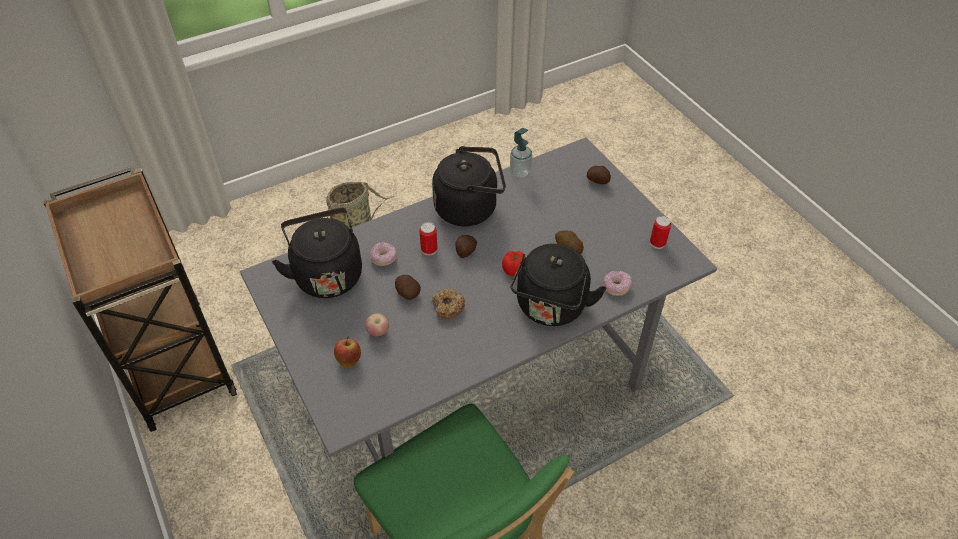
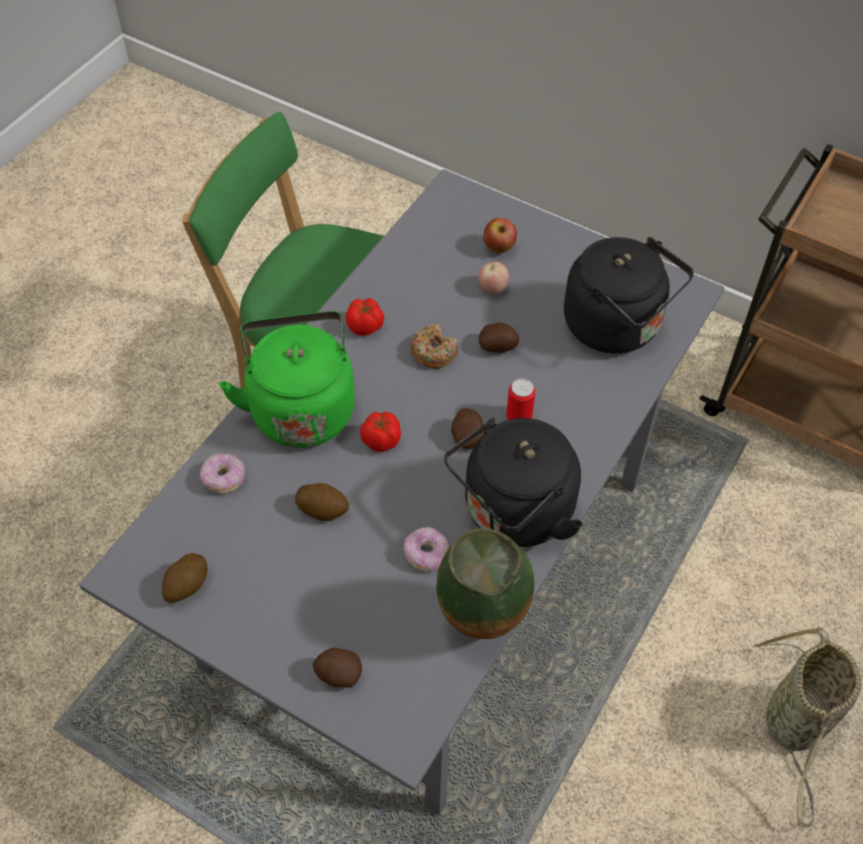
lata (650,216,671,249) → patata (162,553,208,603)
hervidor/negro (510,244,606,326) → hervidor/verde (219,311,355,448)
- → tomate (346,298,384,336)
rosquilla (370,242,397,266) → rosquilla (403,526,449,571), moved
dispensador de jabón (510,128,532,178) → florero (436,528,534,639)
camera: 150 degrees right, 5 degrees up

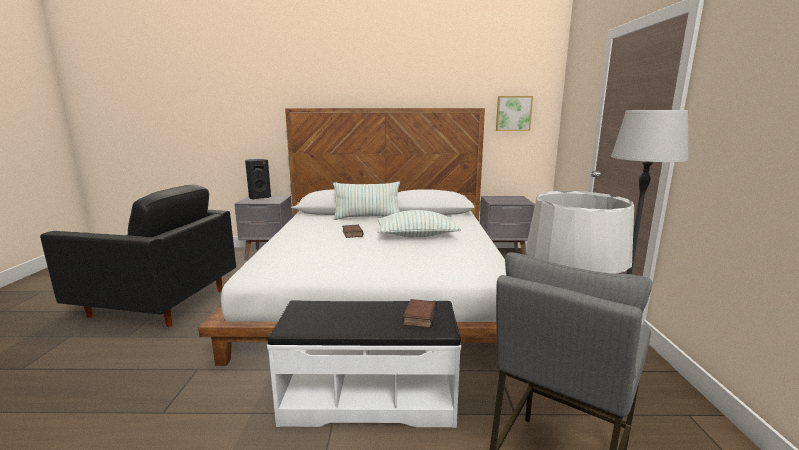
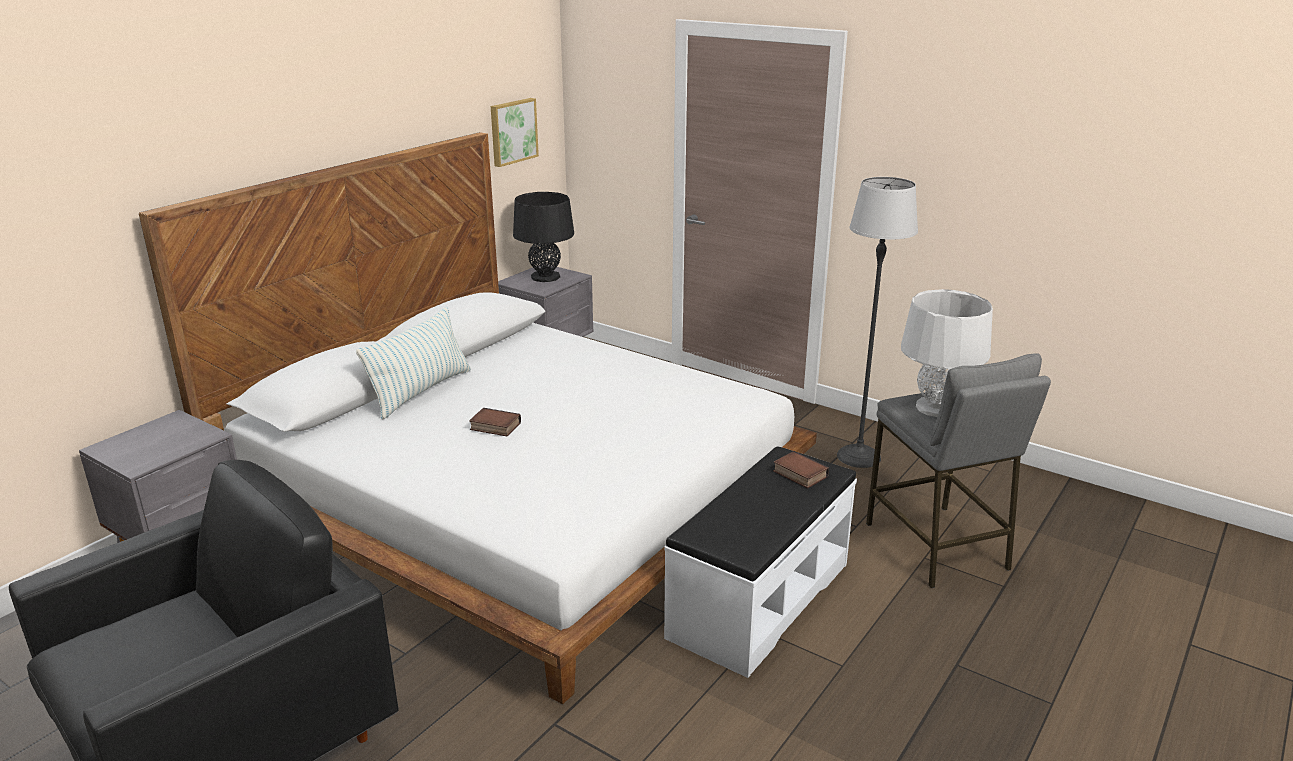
- → lámpara de mesa/negro (513,192,574,282)
altavoz/negro (245,159,271,200) → -
cojín (377,210,461,237) → -
camera: 55 degrees left, 10 degrees up

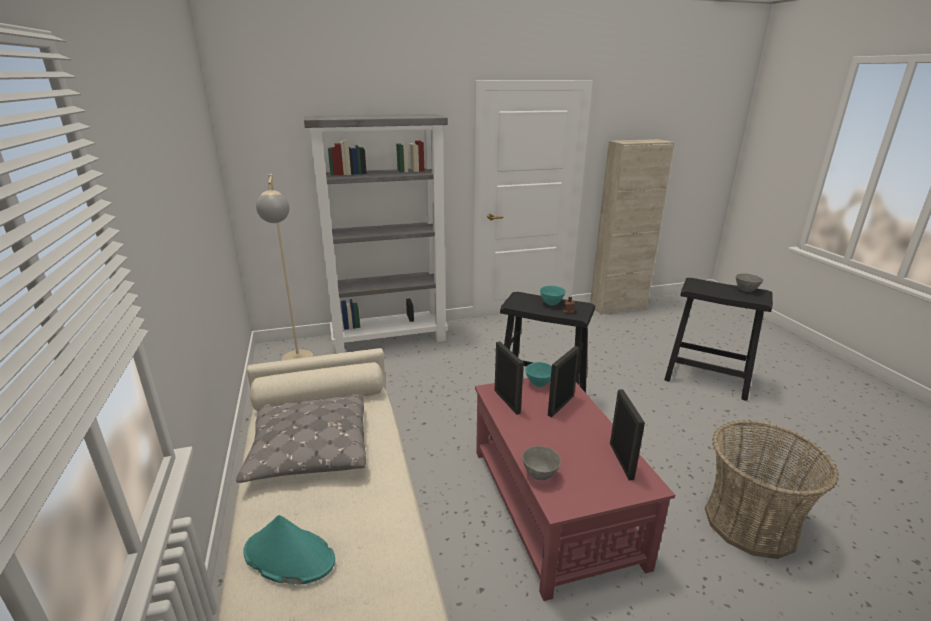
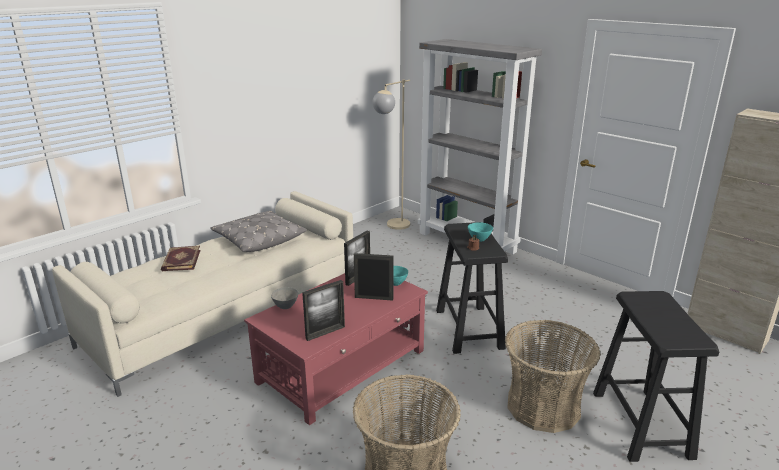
sombrero/turquesa (244,515,335,584) → libro (161,246,201,271)
- → cesta (505,320,601,433)
cuenco/gris (736,273,763,292) → -
camera: 60 degrees right, 0 degrees up

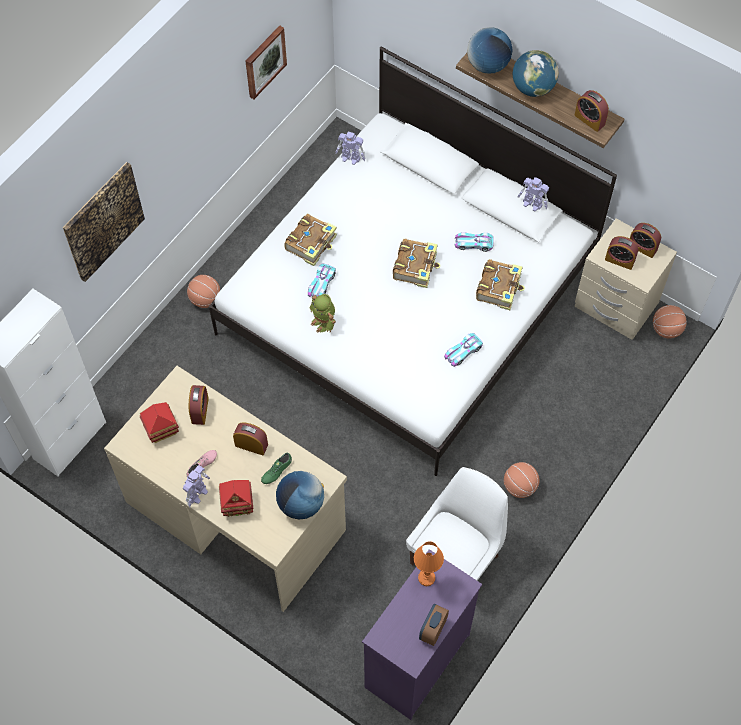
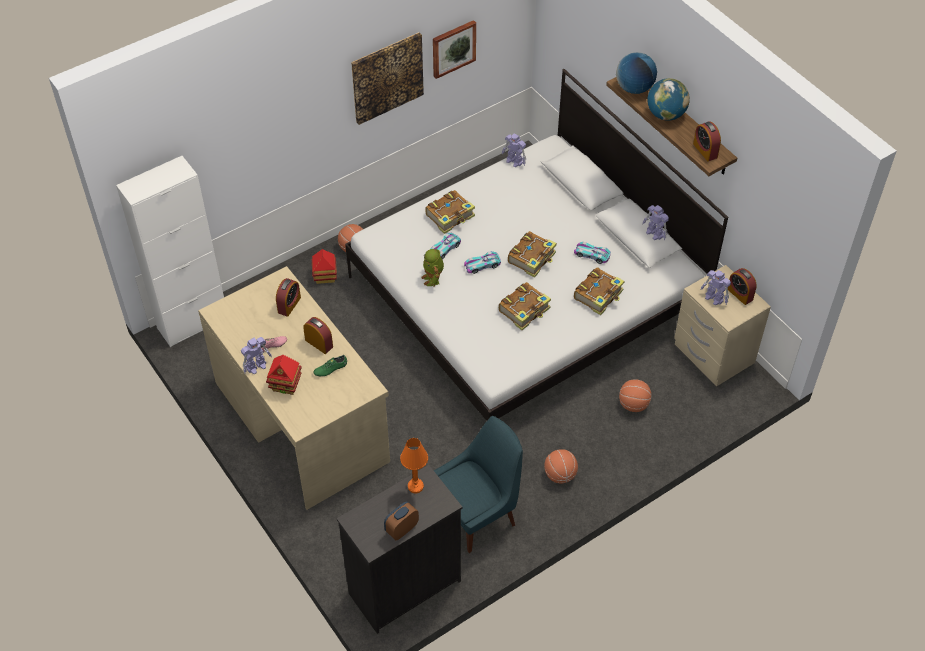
casita (140,402,179,443) → casita (312,249,337,284), moved
cómoda/morado (362,549,482,720) → cómoda/negro (336,465,462,634)
cuadro (63,162,145,282) → cuadro (351,32,424,125), moved
silla/blanco (406,467,508,581) → silla/azul (434,416,523,553)
coche de juguete (444,333,483,367) → coche de juguete (464,251,501,274), moved
- → libro (499,282,551,330)
balón de baloncesto (653,305,687,338) → balón de baloncesto (619,379,652,412), moved
despertador (605,236,639,270) → robot de juguete (700,270,731,305)
globo terráqueo (276,471,324,519) → -
camera: 20 degrees right, 10 degrees down

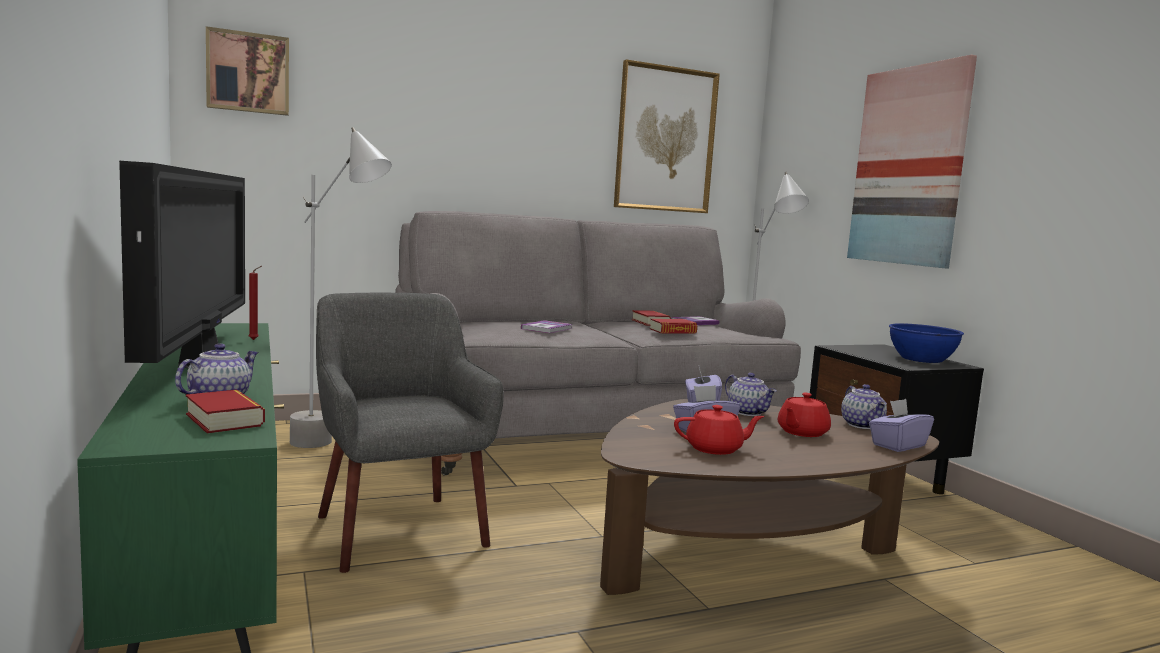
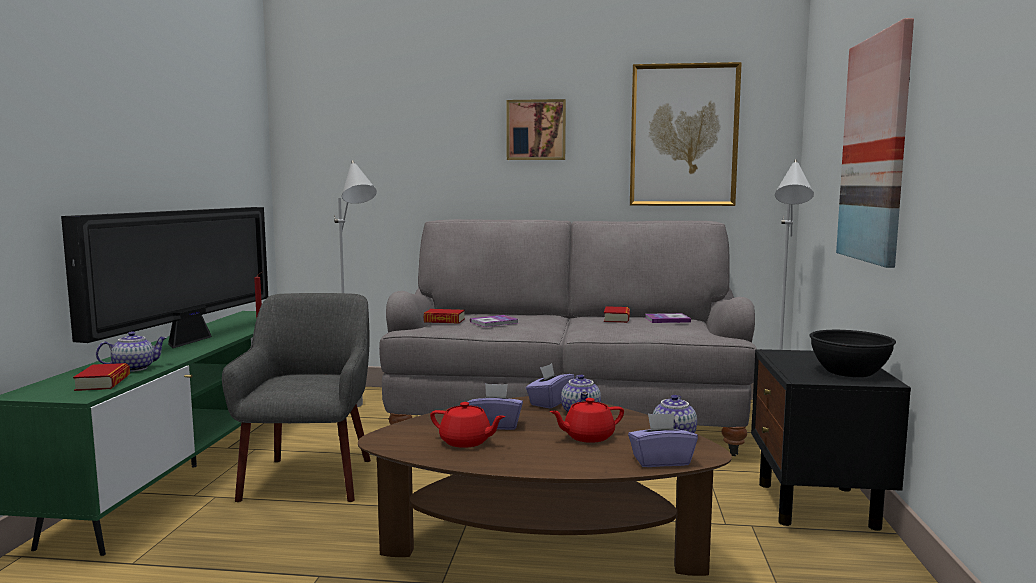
libro (650,319,697,334) → libro (424,309,465,324), moved
cuadro (206,26,289,116) → cuadro (506,99,566,160), moved
cuenco/azul (889,323,964,363) → cuenco/negro (810,330,896,377)
camera: 30 degrees right, 0 degrees up

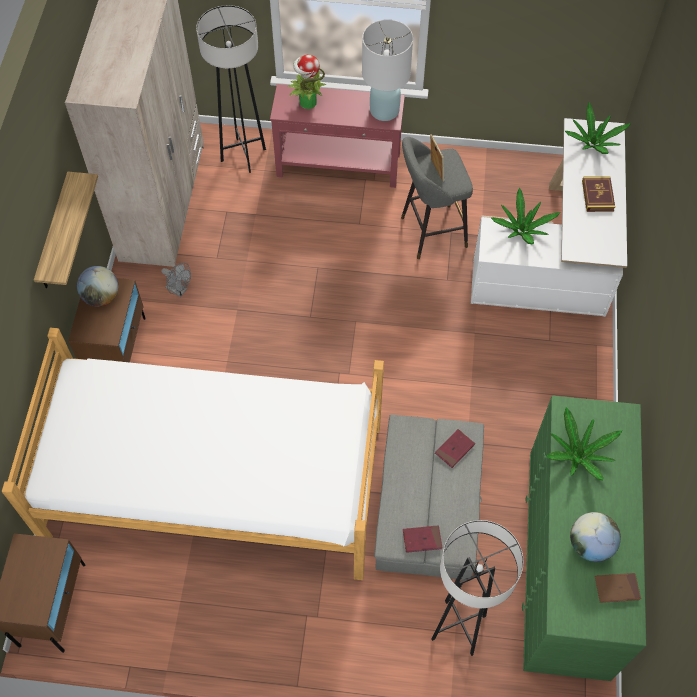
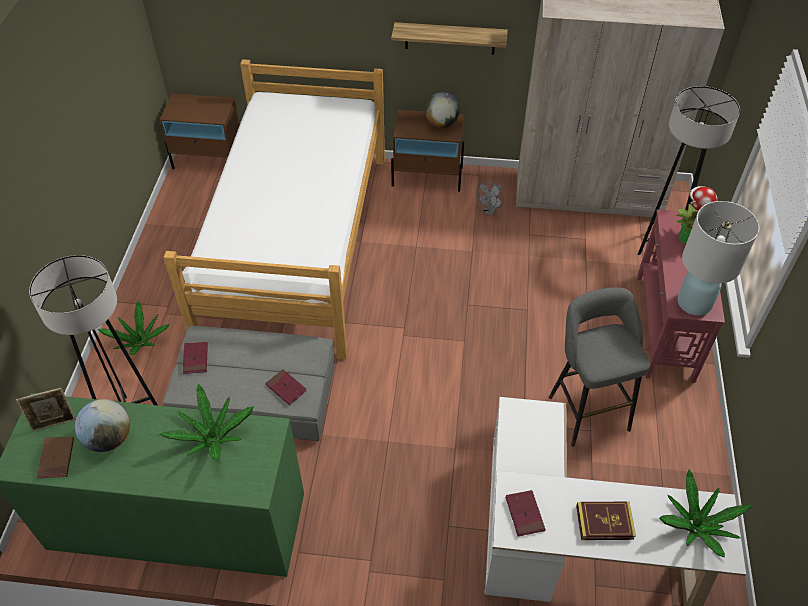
portarretratos (430,134,444,182) → portarretratos (16,388,76,431), moved
planta en maceta (491,187,561,244) → planta en maceta (98,301,170,355), moved
- → libro/rojo (505,490,546,536)
camera: 90 degrees right, 10 degrees down

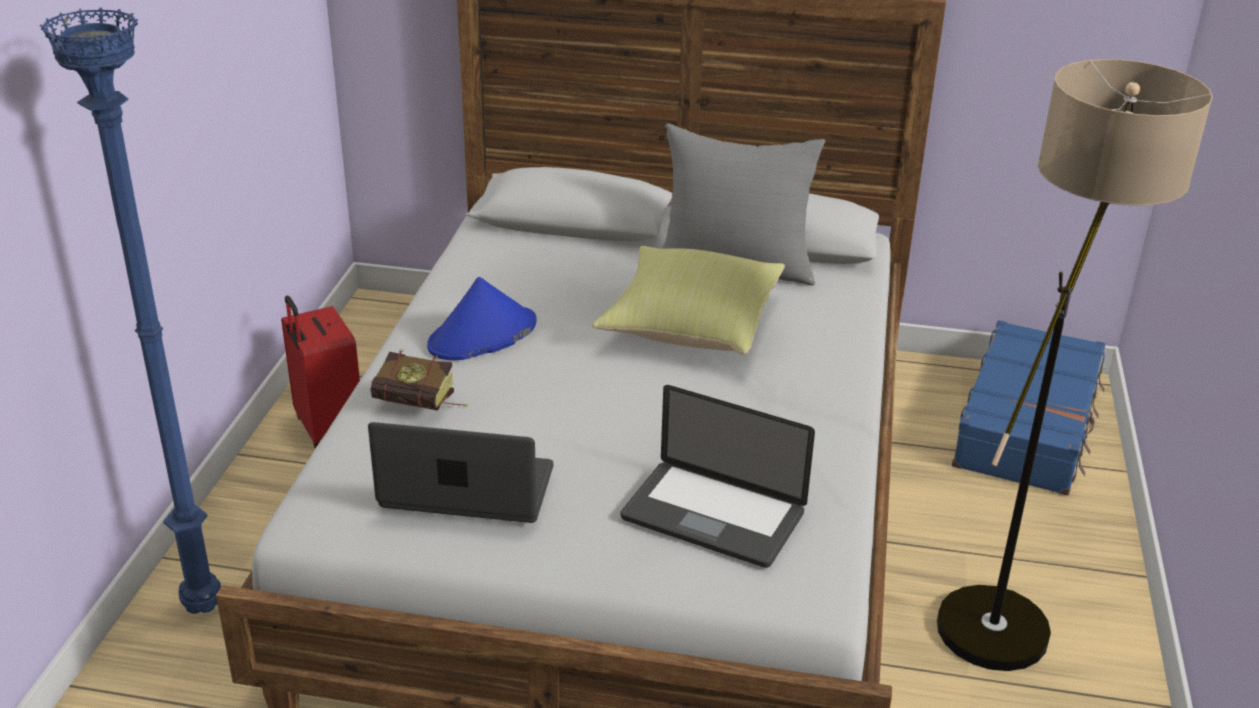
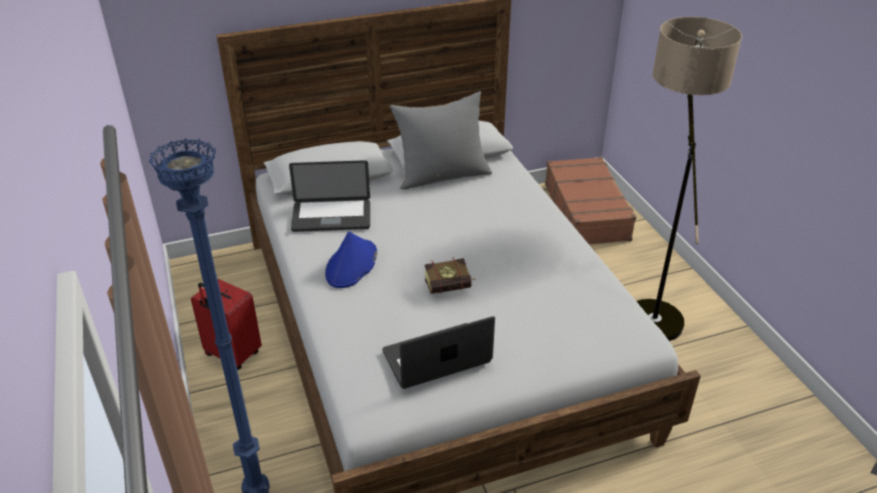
portátil (621,385,815,568) → portátil (289,160,370,232), moved
libro (370,349,468,411) → libro (425,257,476,294), moved
maleta/azul (952,320,1105,495) → maleta/marrón (545,157,636,244)
cojín/amarillo (592,246,785,355) → -
camera: 30 degrees left, 5 degrees up

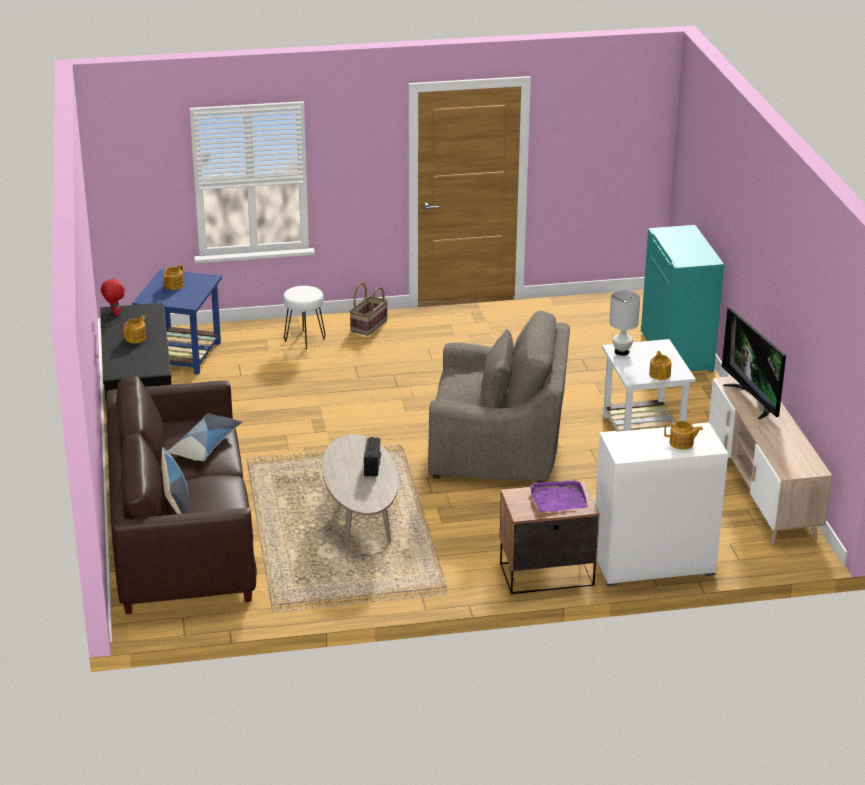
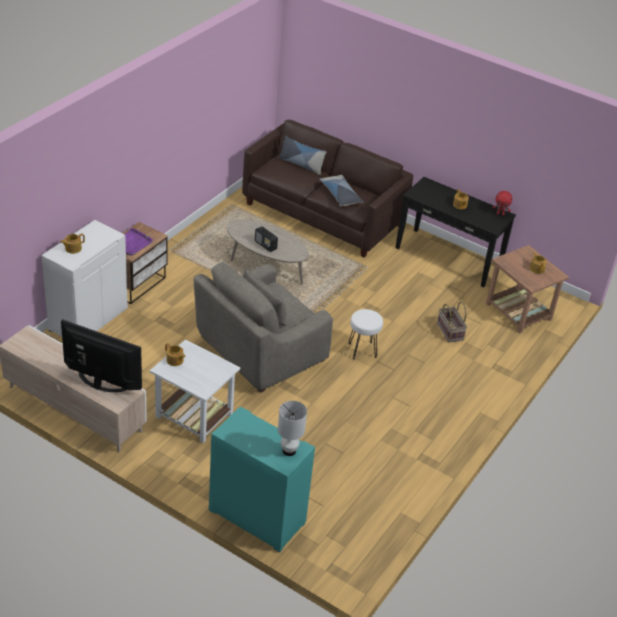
lámpara de mesa/blanco (609,290,640,355) → lámpara de mesa/blanco (278,401,307,456), moved
taburete/blanco (283,286,326,349) → taburete/blanco (348,309,383,359), moved
cesta (350,283,388,336) → cesta (437,301,467,343), moved
mesa auxiliar/azul (132,269,222,375) → mesa auxiliar/marrón (486,245,569,333)
camera: 130 degrees right, 10 degrees up

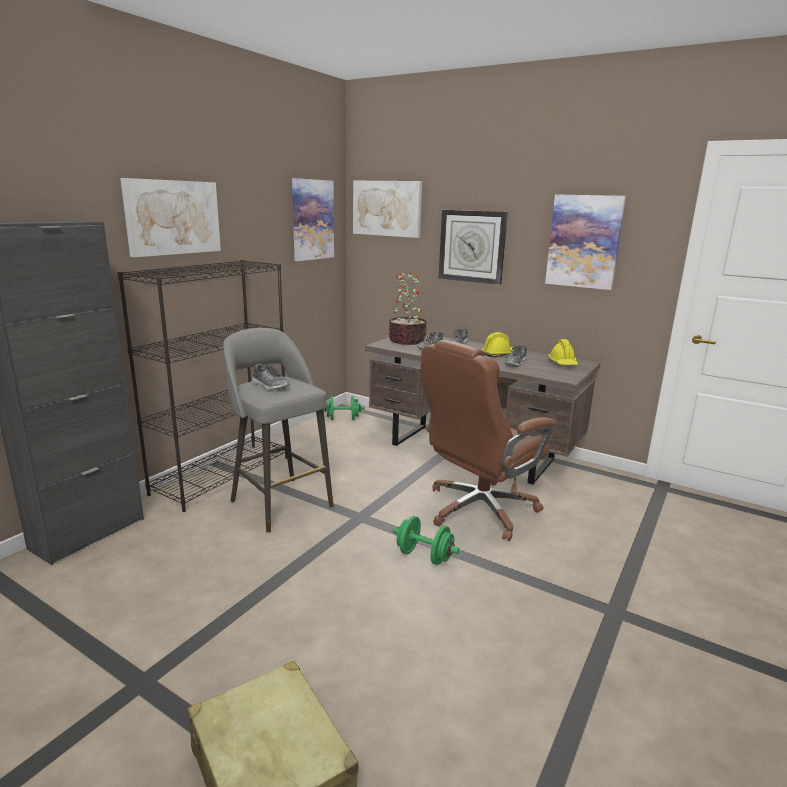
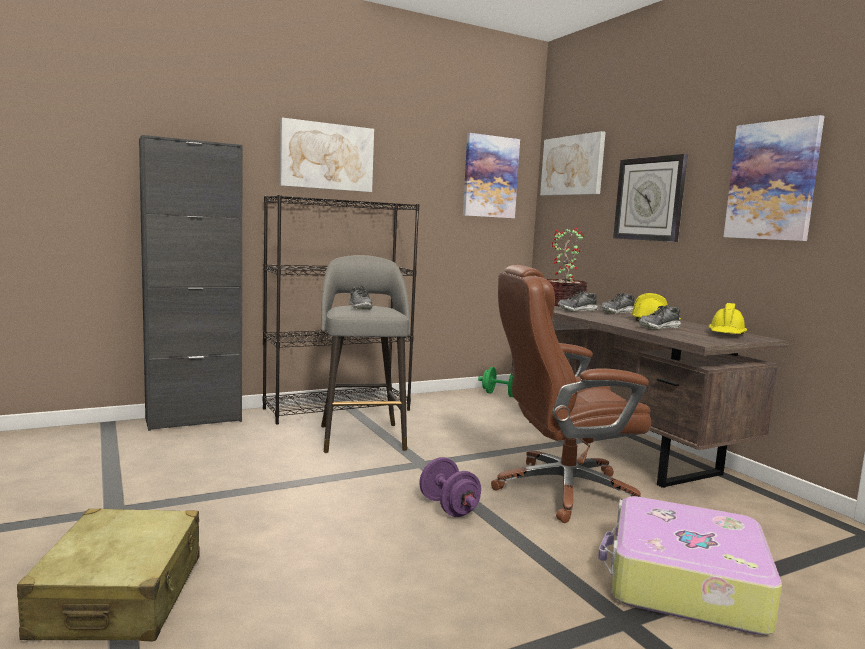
mancuerna/verde (393,516,460,565) → mancuerna/morado (419,457,481,517)
- → maleta (598,496,782,635)
camera: 30 degrees right, 10 degrees down

